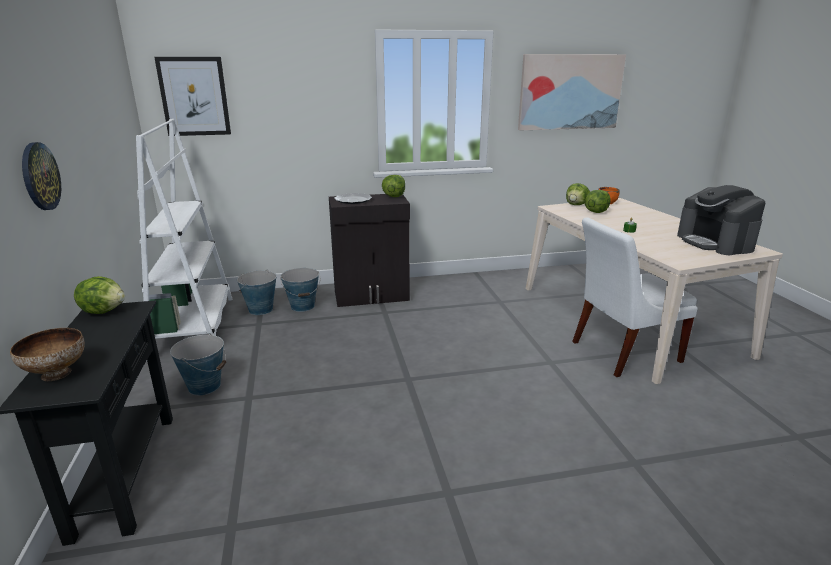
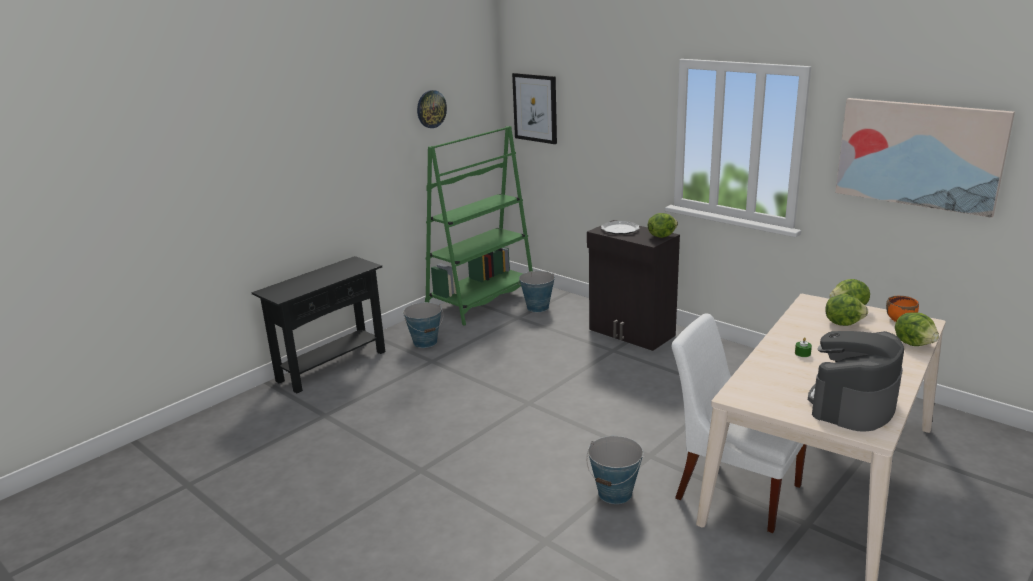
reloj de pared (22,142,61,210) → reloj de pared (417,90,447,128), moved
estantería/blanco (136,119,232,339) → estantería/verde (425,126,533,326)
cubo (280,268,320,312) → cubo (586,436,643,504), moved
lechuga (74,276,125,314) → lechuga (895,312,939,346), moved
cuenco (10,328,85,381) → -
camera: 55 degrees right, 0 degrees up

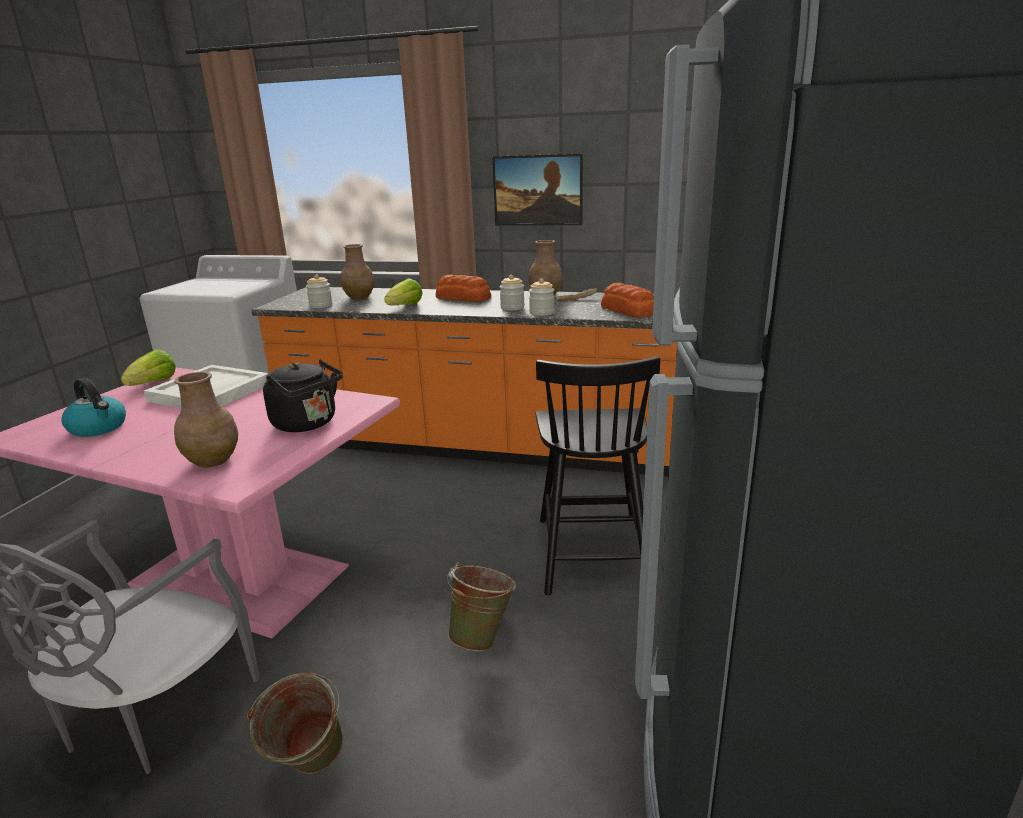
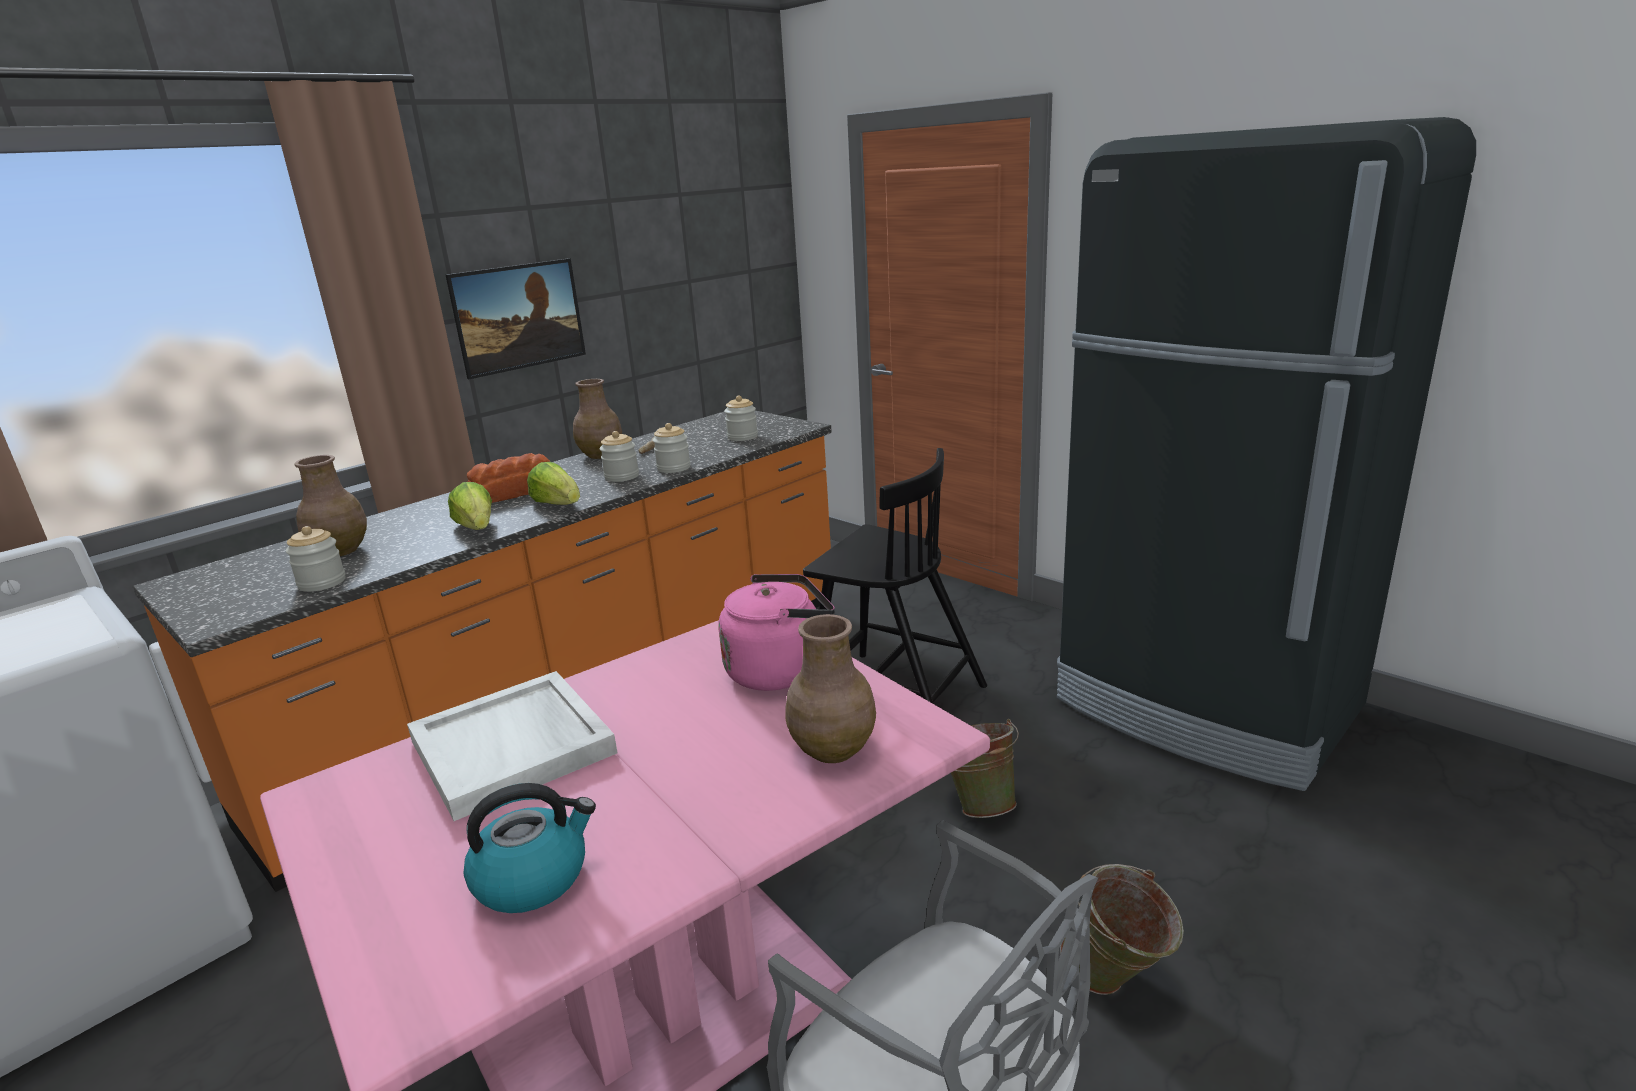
lechuga (121,349,176,386) → lechuga (527,462,580,505), moved
hervidor/negro (263,359,343,432) → hervidor/rosa (718,574,835,691)
pan (601,283,654,318) → tarro (724,395,758,441)
camera: 60 degrees left, 0 degrees up

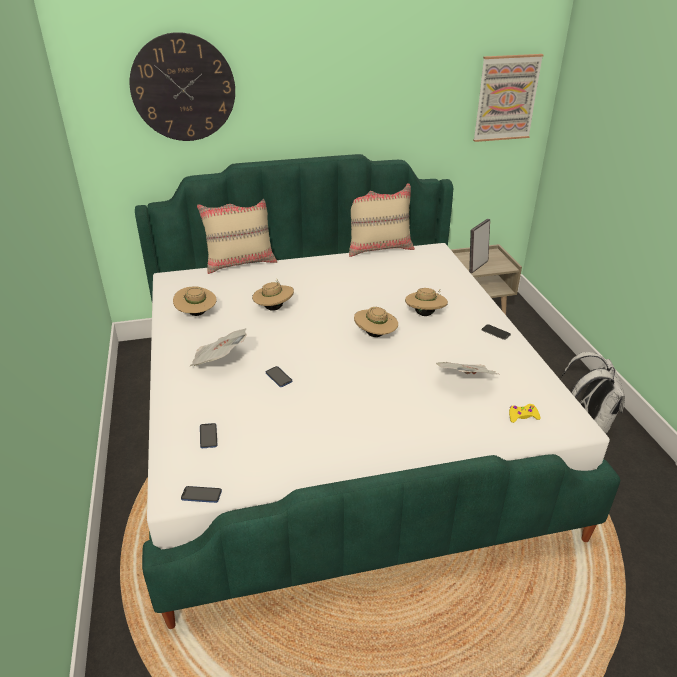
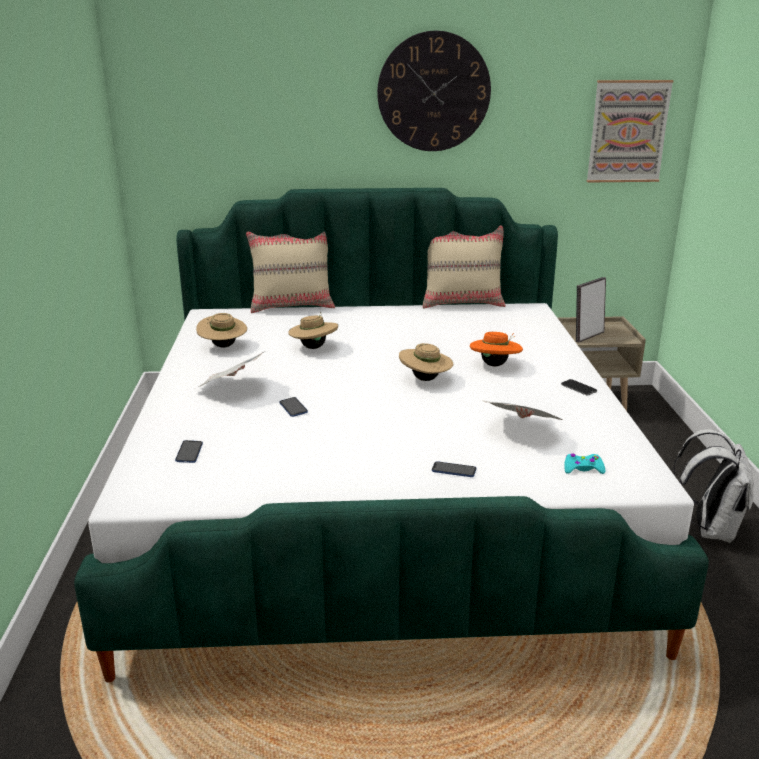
reloj de pared (130,32,235,141) → reloj de pared (377,31,491,151), moved
móvil (181,486,222,503) → móvil (432,461,476,477), moved
sombrero/beis (405,288,448,316) → sombrero/naranja (470,332,523,366)
mando de consola/amarillo (509,404,540,423) → mando de consola/turquesa (564,453,605,474)
camera: 10 degrees right, 10 degrees down

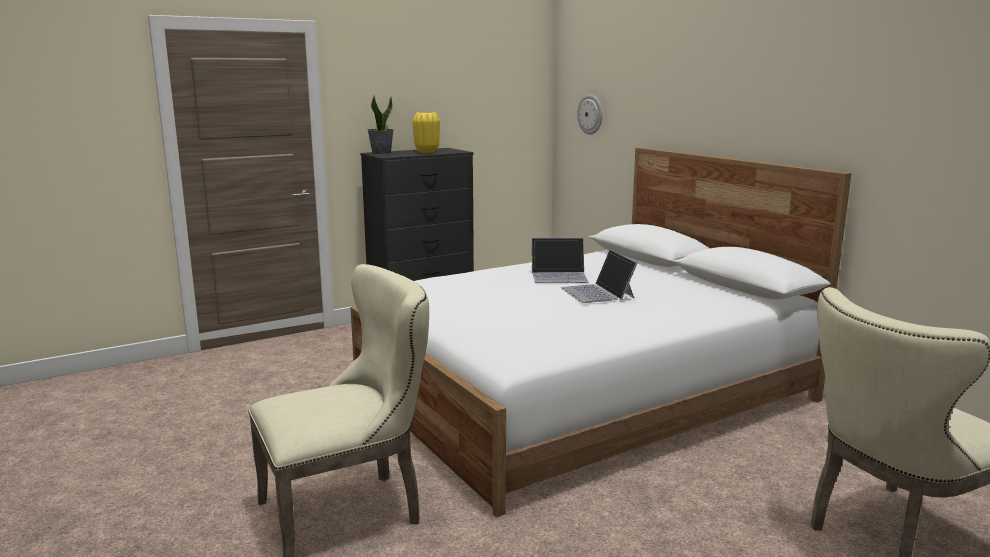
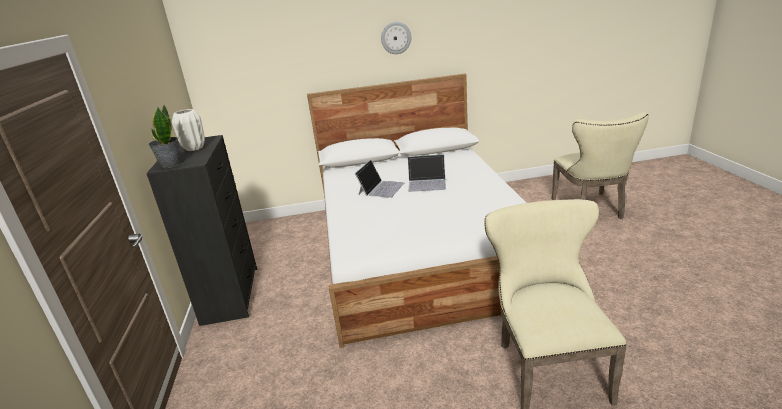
florero/amarillo (413,112,440,153) → florero/blanco (172,109,205,151)
reloj de pared (577,94,603,135) → reloj de pared (381,22,412,54), moved
camera: 65 degrees left, 10 degrees up

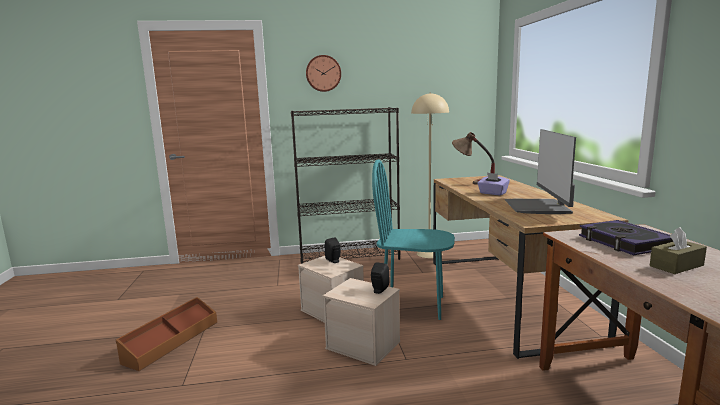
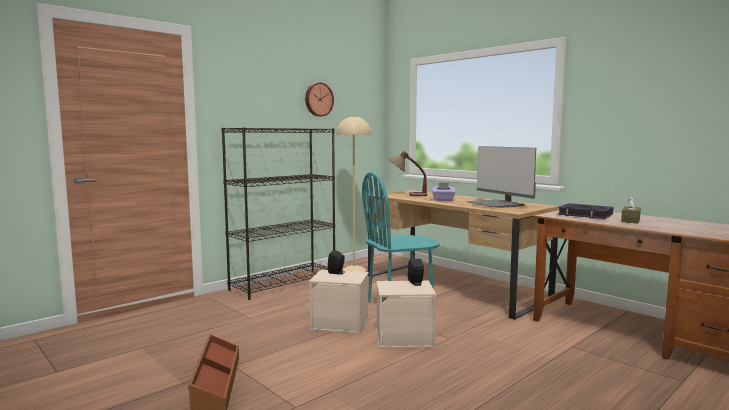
reloj de pared (306,55,341,92) → reloj de pared (305,82,334,117), moved
camera: 35 degrees left, 5 degrees down

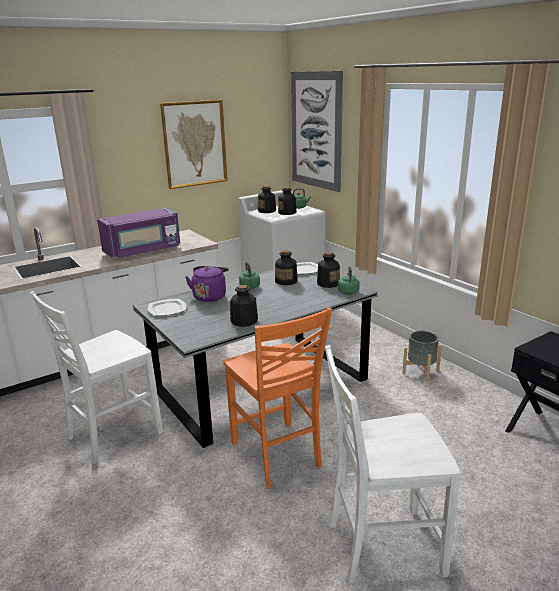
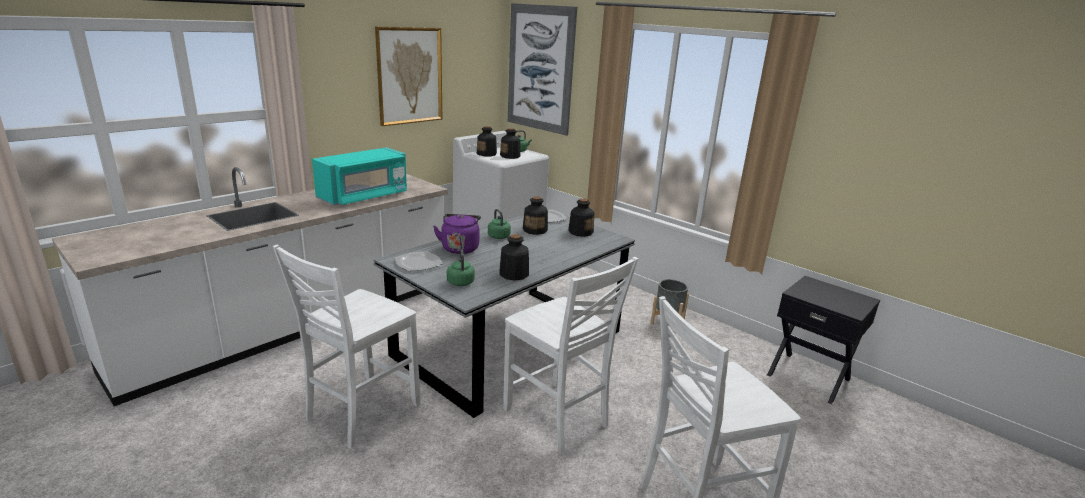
microondas/morado (97,208,180,258) → microondas/turquesa (312,147,407,205)
hervidor/verde (338,266,360,294) → hervidor/verde (447,249,475,286), moved
silla/naranja (223,308,332,488) → silla/blanco (503,257,638,454)
camera: 15 degrees left, 0 degrees up

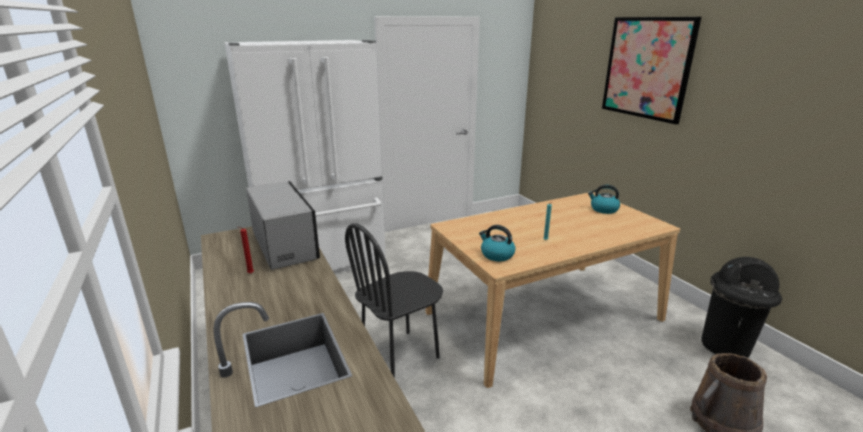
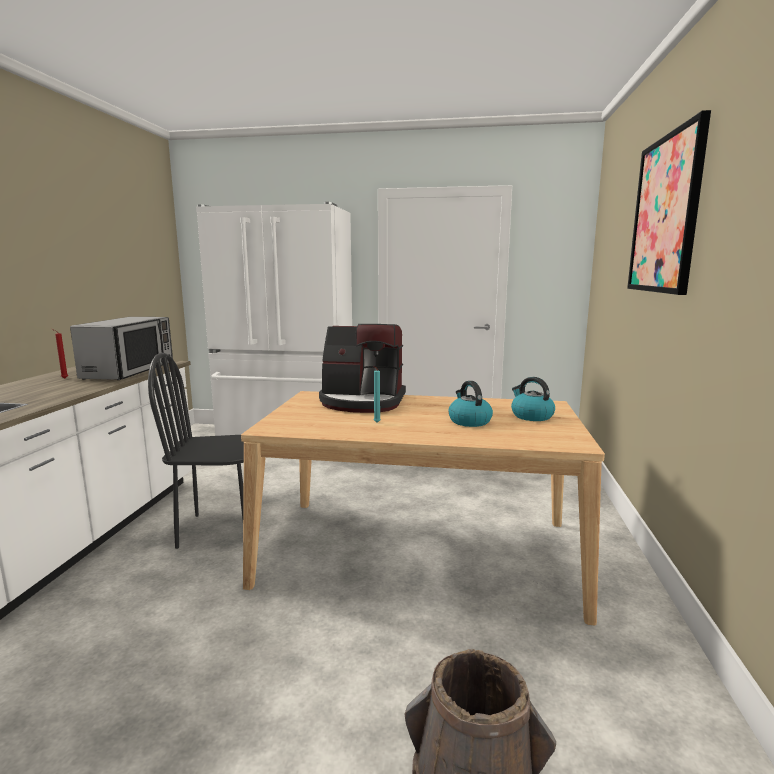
- → cafetera (319,324,406,413)
hervidor (479,225,516,261) → hervidor (448,381,493,427), moved
papelera/negro (701,257,782,358) → -
camera: 35 degrees right, 10 degrees down

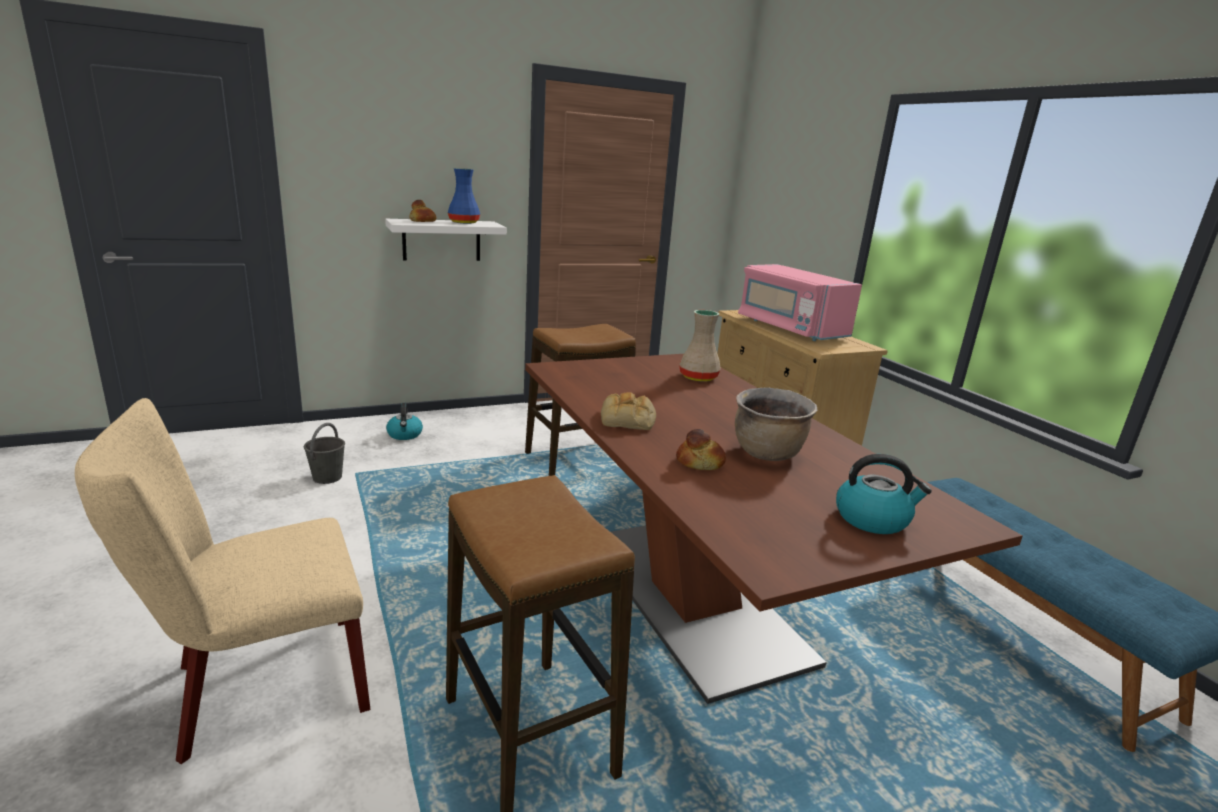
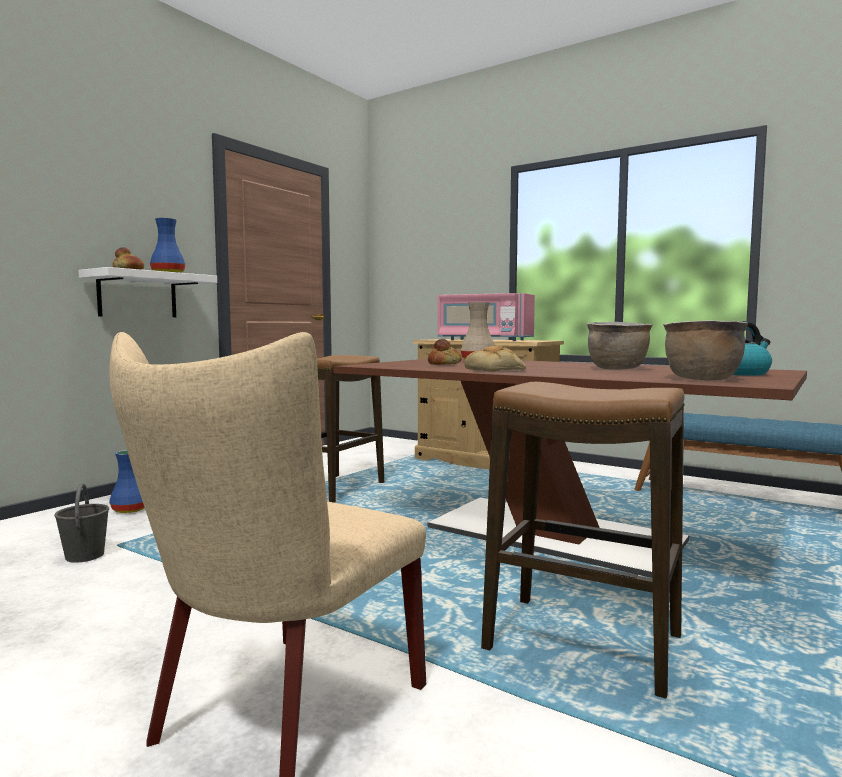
hervidor (386,403,423,440) → florero/azul (109,450,145,513)
pan (676,429,726,470) → pan (428,339,461,365), moved
- → olla/marrón (663,320,748,380)
camera: 30 degrees left, 15 degrees down

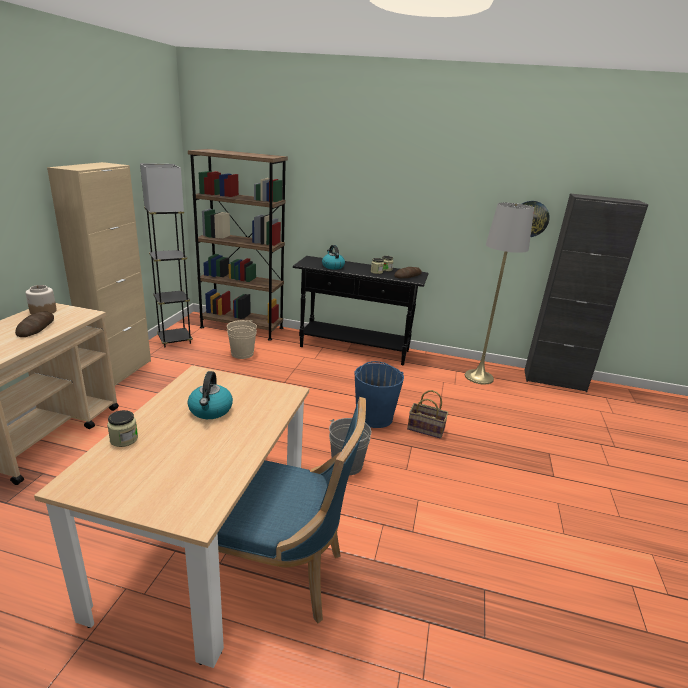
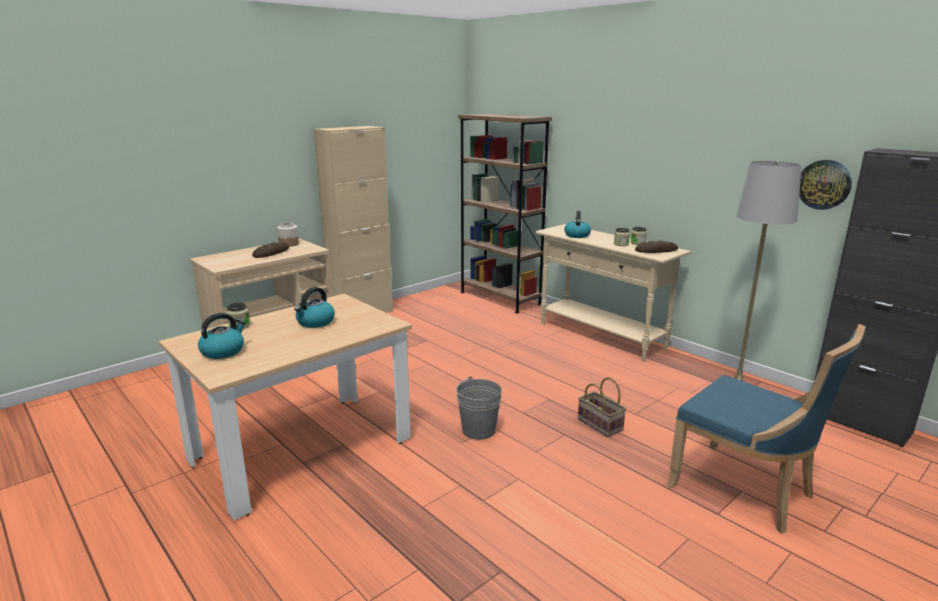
- → hervidor (198,313,246,359)
mesa consola/negro (293,256,429,365) → mesa consola/beis (535,224,691,362)
silla/azul (218,397,366,623) → silla/azul (666,324,866,533), moved
lámpara de pie/gris (140,163,193,348) → -
cubo/beis (227,320,257,359) → -
cubo/azul (355,361,404,428) → -
camera: 35 degrees right, 5 degrees down

